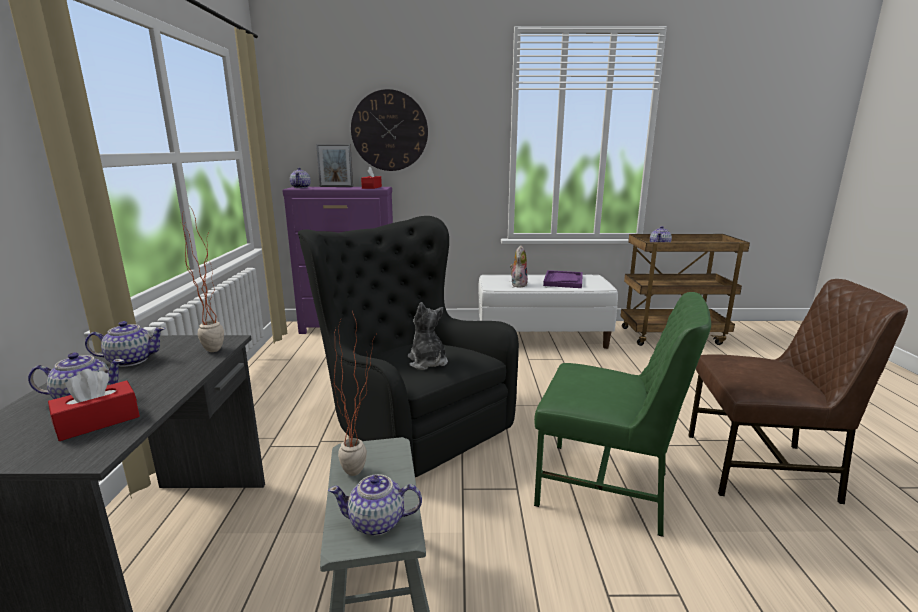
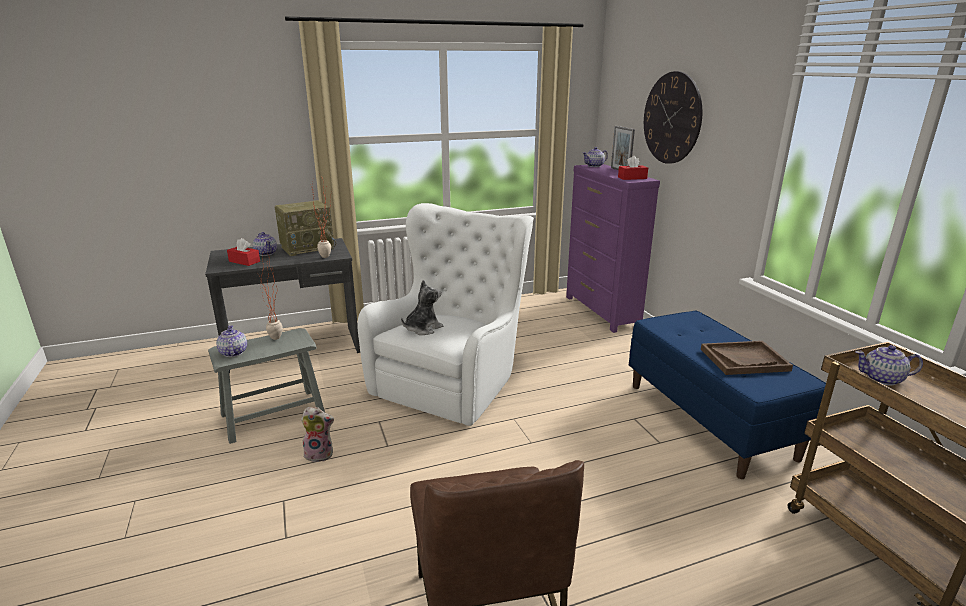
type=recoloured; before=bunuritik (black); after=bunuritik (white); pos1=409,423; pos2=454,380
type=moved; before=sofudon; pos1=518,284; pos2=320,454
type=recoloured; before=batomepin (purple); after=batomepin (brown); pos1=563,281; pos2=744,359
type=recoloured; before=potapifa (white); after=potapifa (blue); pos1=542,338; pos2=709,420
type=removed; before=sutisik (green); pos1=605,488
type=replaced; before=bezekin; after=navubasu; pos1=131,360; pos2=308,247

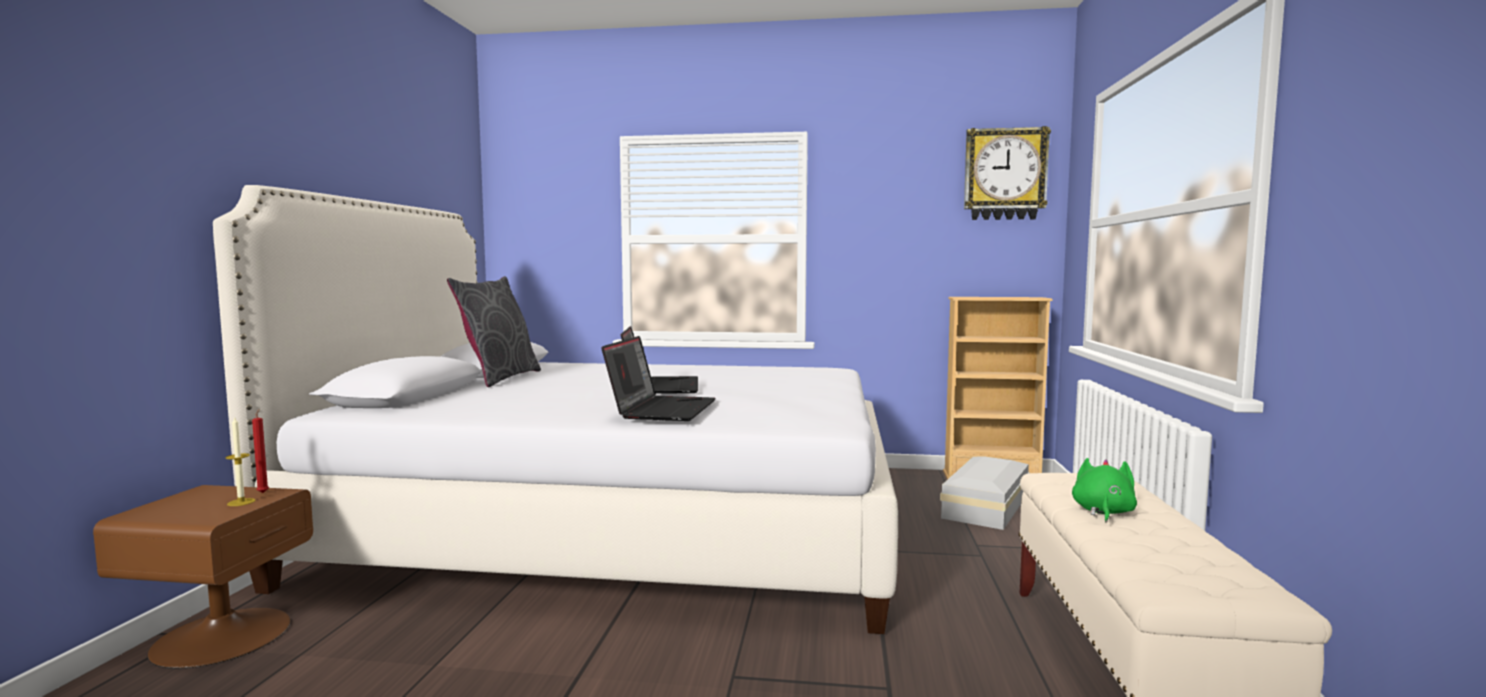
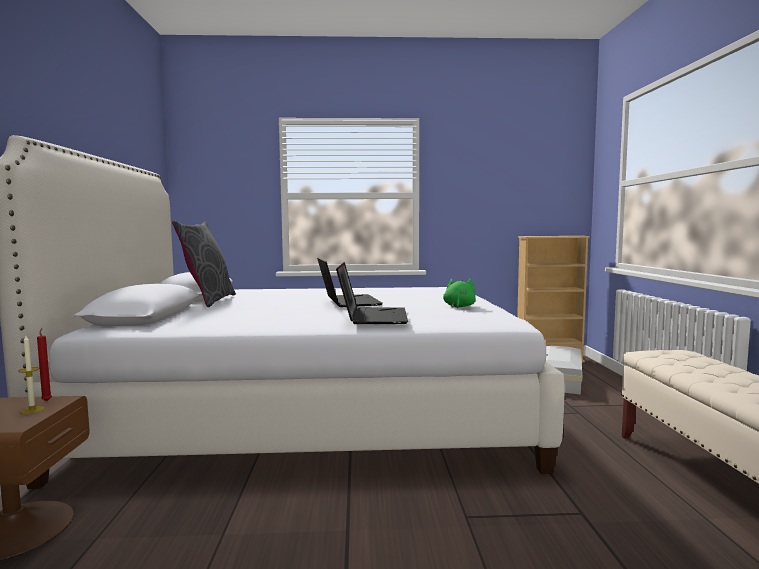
type=removed; before=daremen; pos1=1005,174
type=moved; before=sofudon (green); pos1=1102,512; pos2=459,307

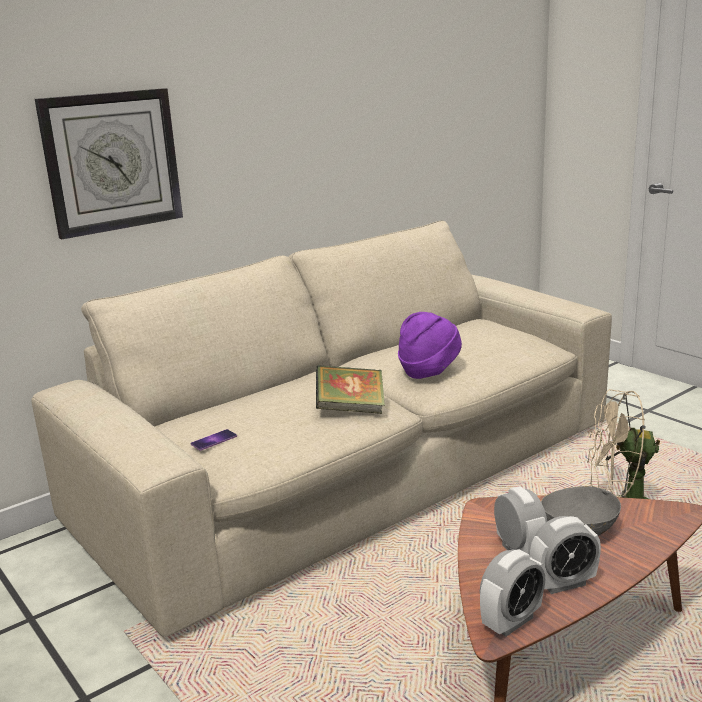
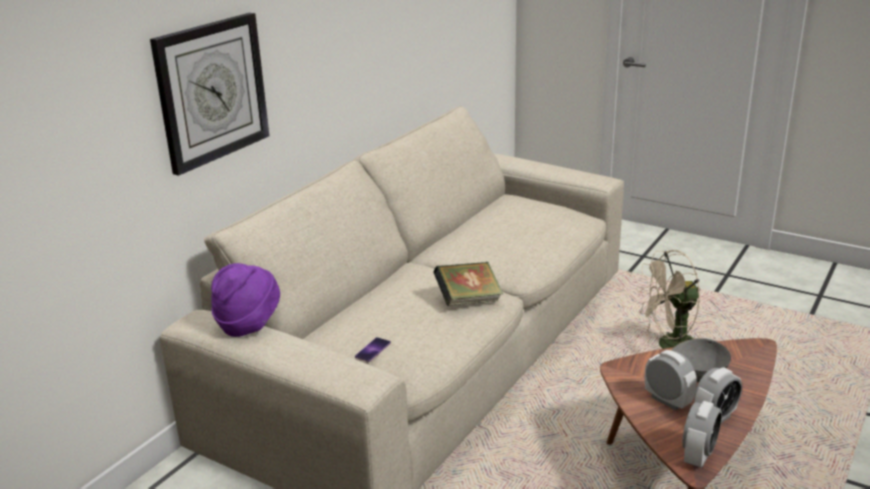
type=moved; before=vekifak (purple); pos1=429,371; pos2=248,324

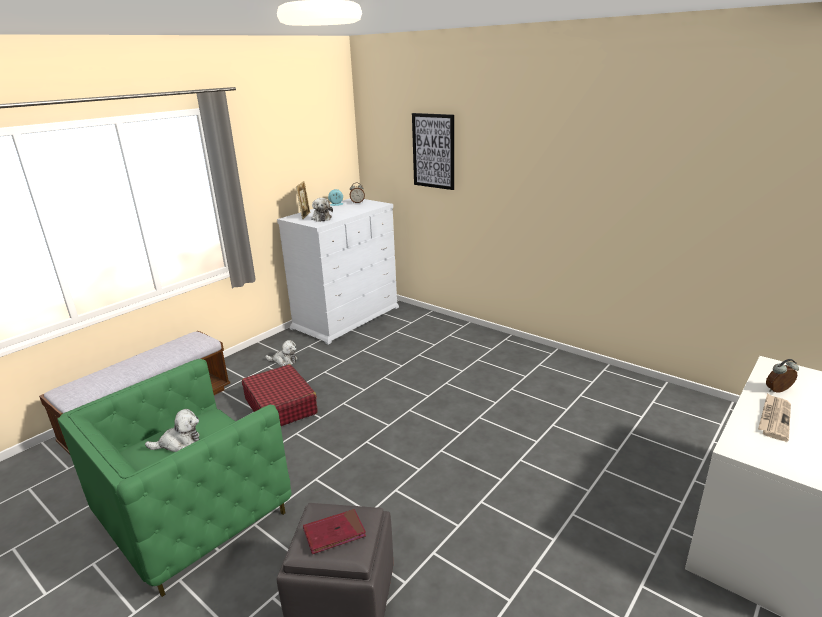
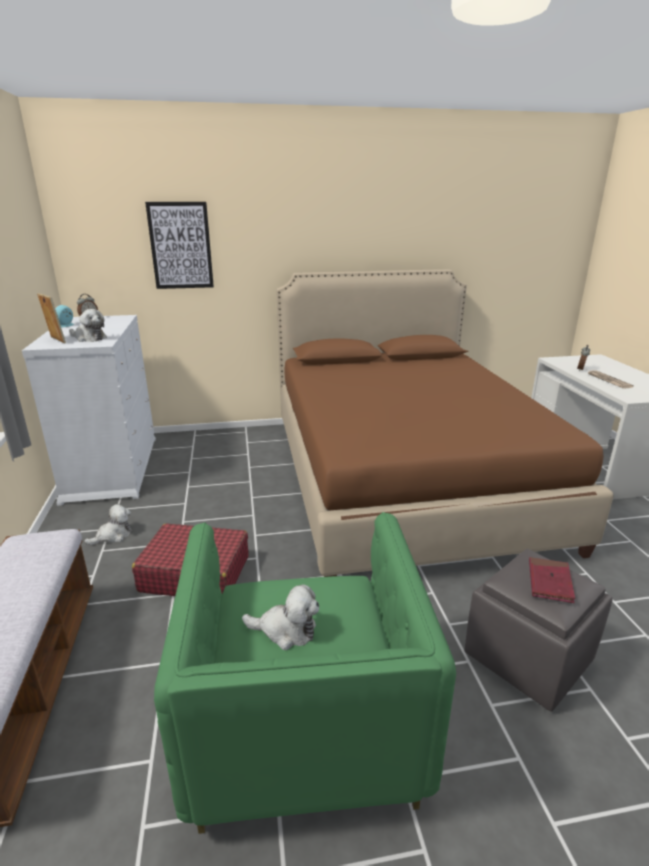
type=turned; before=sofudon; pos1=179,443; pos2=286,630; turn=75
type=added; after=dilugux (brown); pos2=403,478

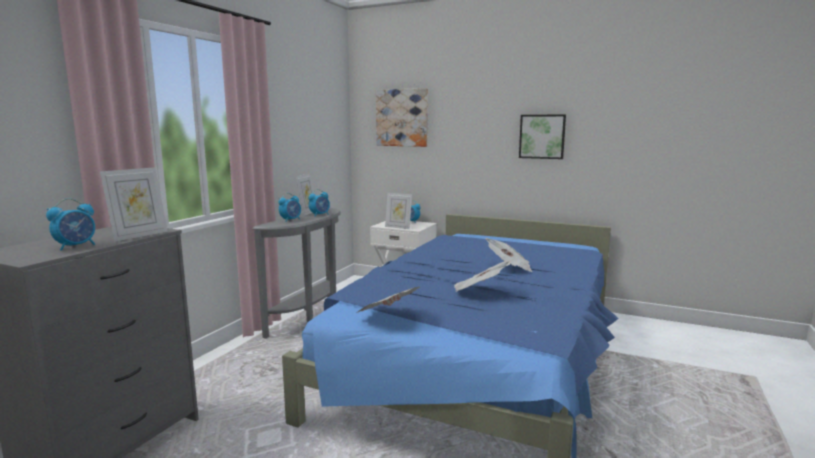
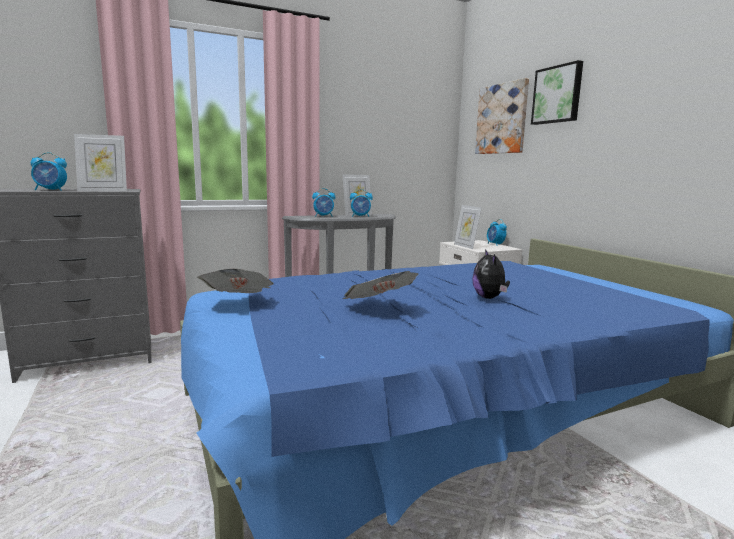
type=moved; before=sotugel; pos1=542,136; pos2=557,94
type=replaced; before=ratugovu; after=sofudon; pos1=509,267; pos2=489,298

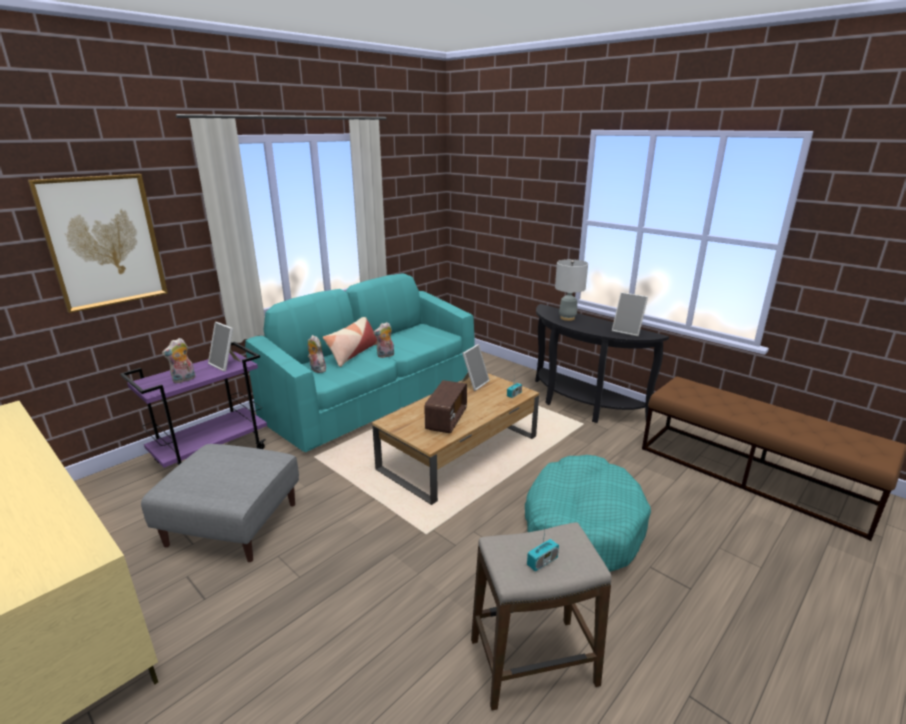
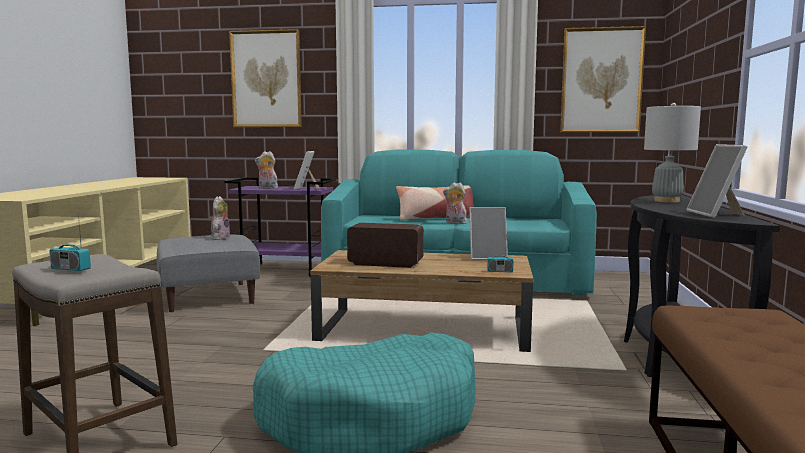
type=moved; before=sofudon; pos1=316,370; pos2=220,238
type=turned; before=navubasu; pos1=446,420; pos2=385,263; turn=-150
type=added; after=sotugel; pos2=601,80

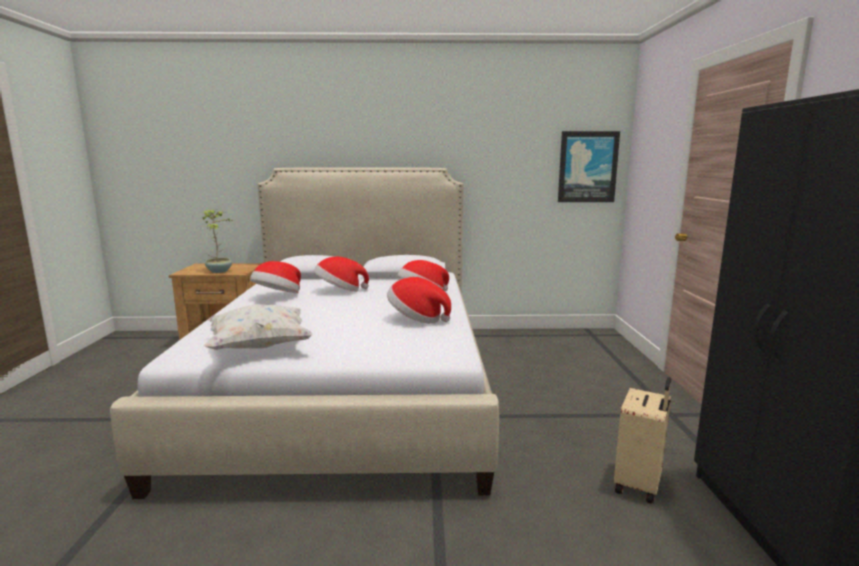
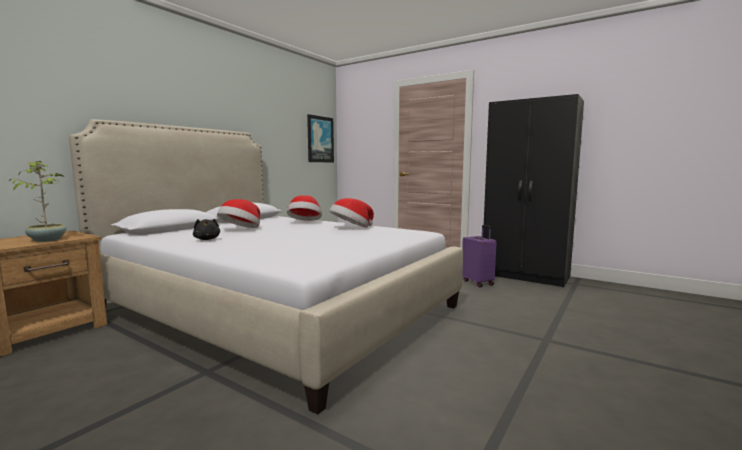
type=replaced; before=vekifak; after=sofudon (black); pos1=278,296; pos2=207,239
type=removed; before=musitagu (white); pos1=259,347
type=recoloured; before=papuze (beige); after=papuze (purple); pos1=639,485; pos2=478,283

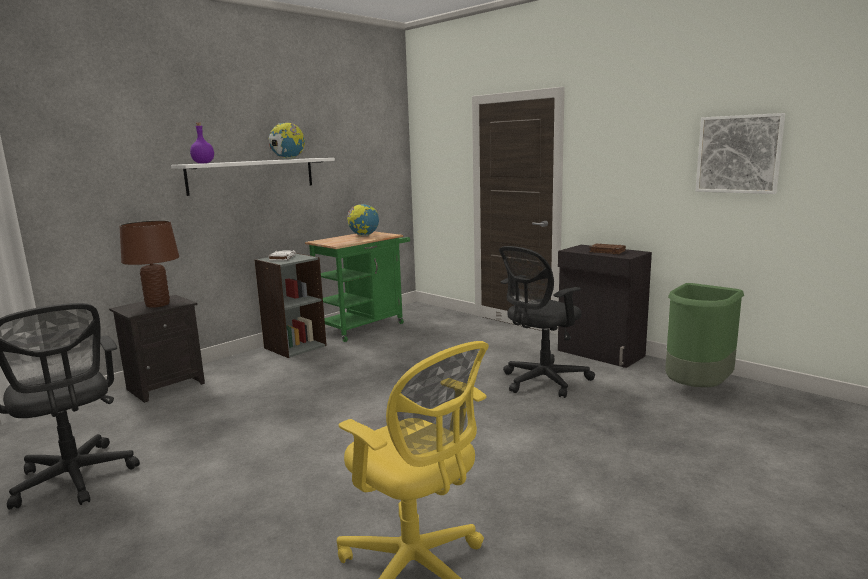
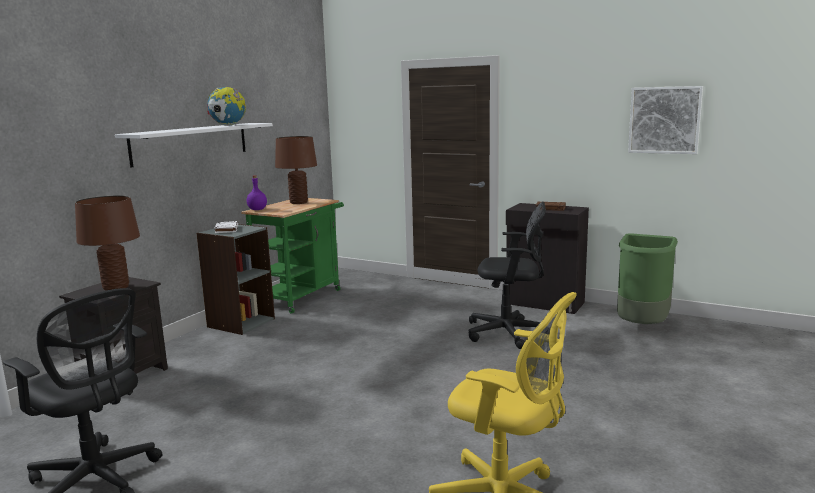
type=moved; before=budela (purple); pos1=203,163; pos2=257,209
type=replaced; before=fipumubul; after=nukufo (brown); pos1=364,236; pos2=299,202
type=turned; before=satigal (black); pos1=541,382; pos2=509,333; turn=-120

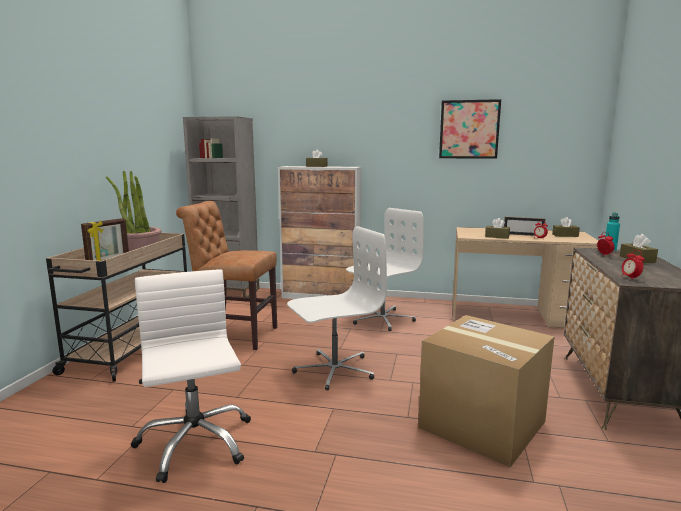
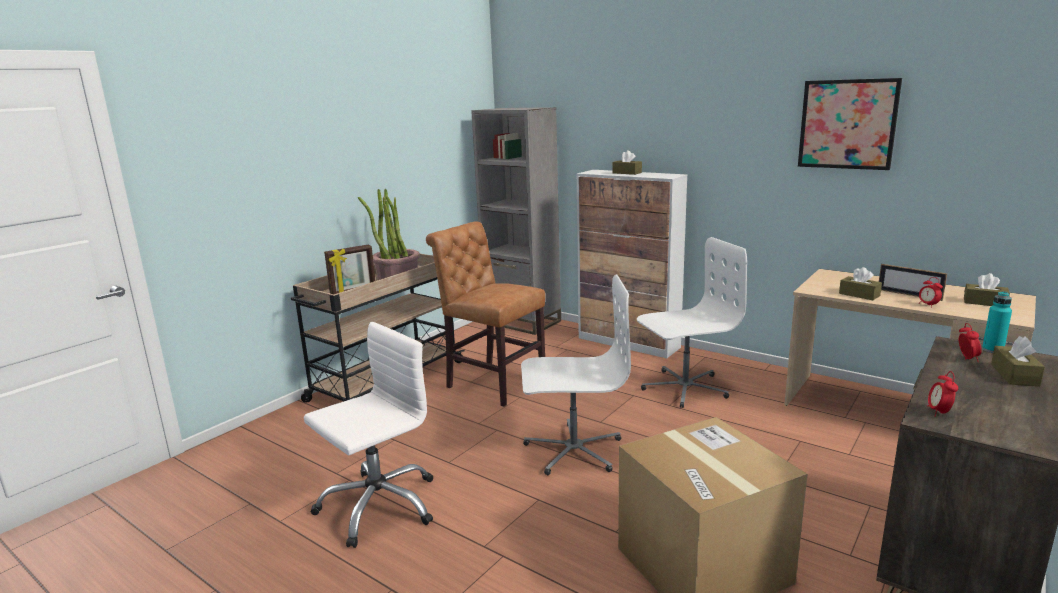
type=turned; before=satigal (white); pos1=194,442; pos2=378,505; turn=45

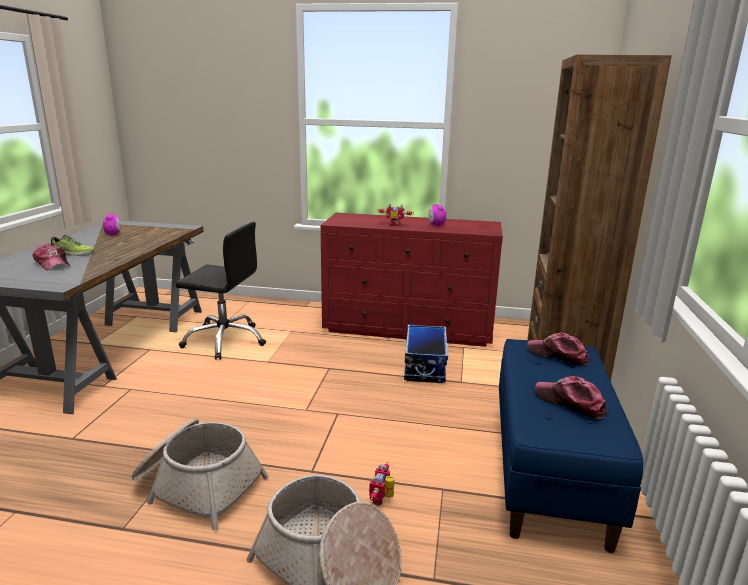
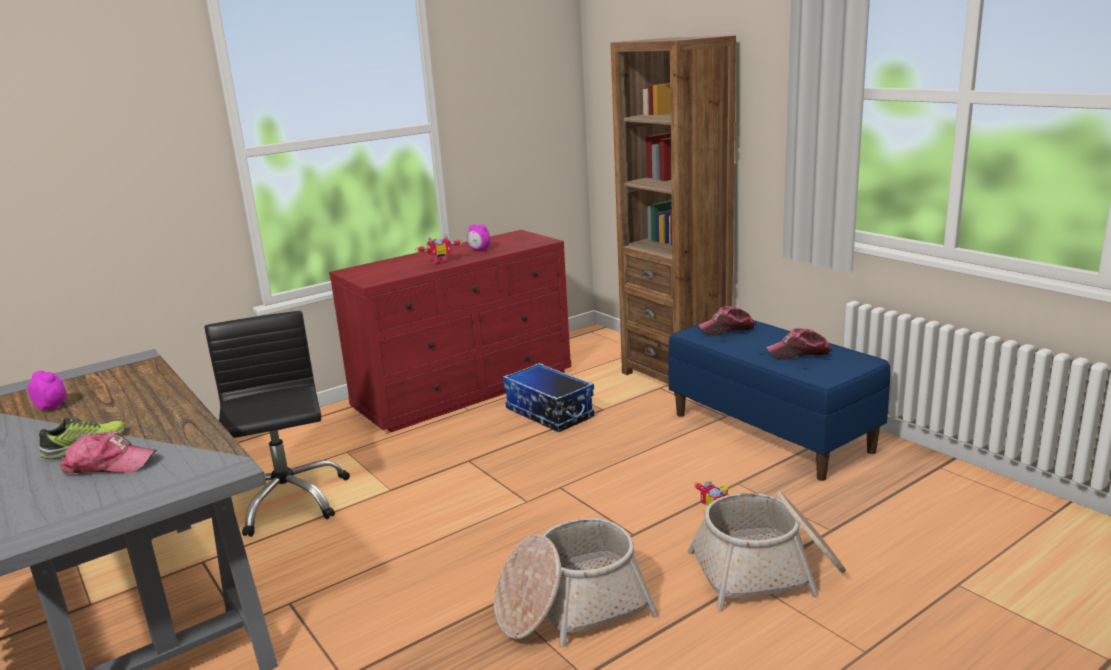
type=turned; before=satigal (black); pos1=225,340; pos2=286,500; turn=-75

